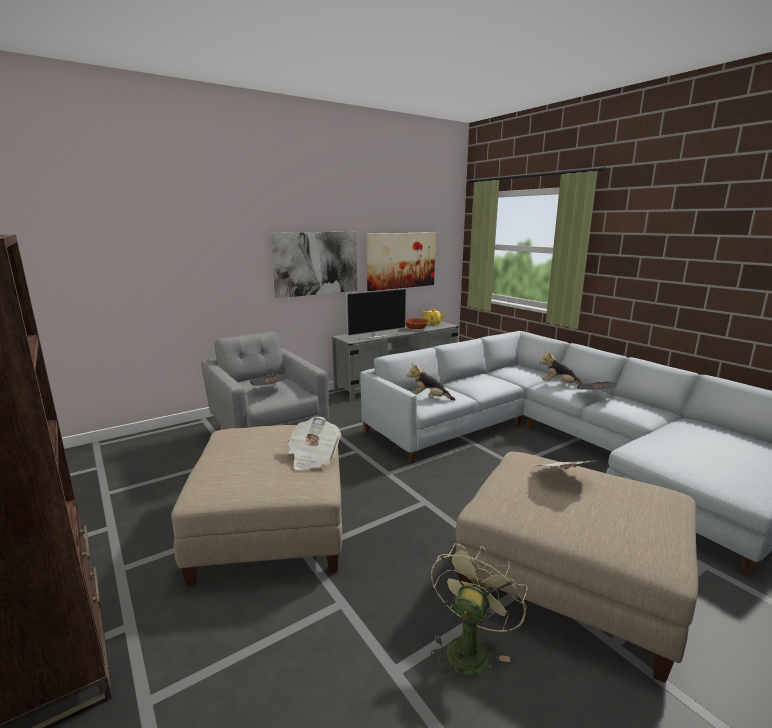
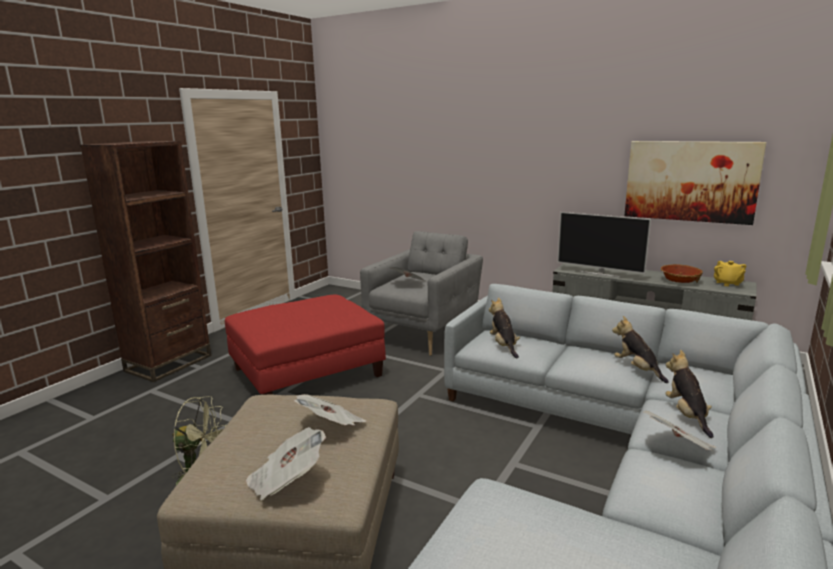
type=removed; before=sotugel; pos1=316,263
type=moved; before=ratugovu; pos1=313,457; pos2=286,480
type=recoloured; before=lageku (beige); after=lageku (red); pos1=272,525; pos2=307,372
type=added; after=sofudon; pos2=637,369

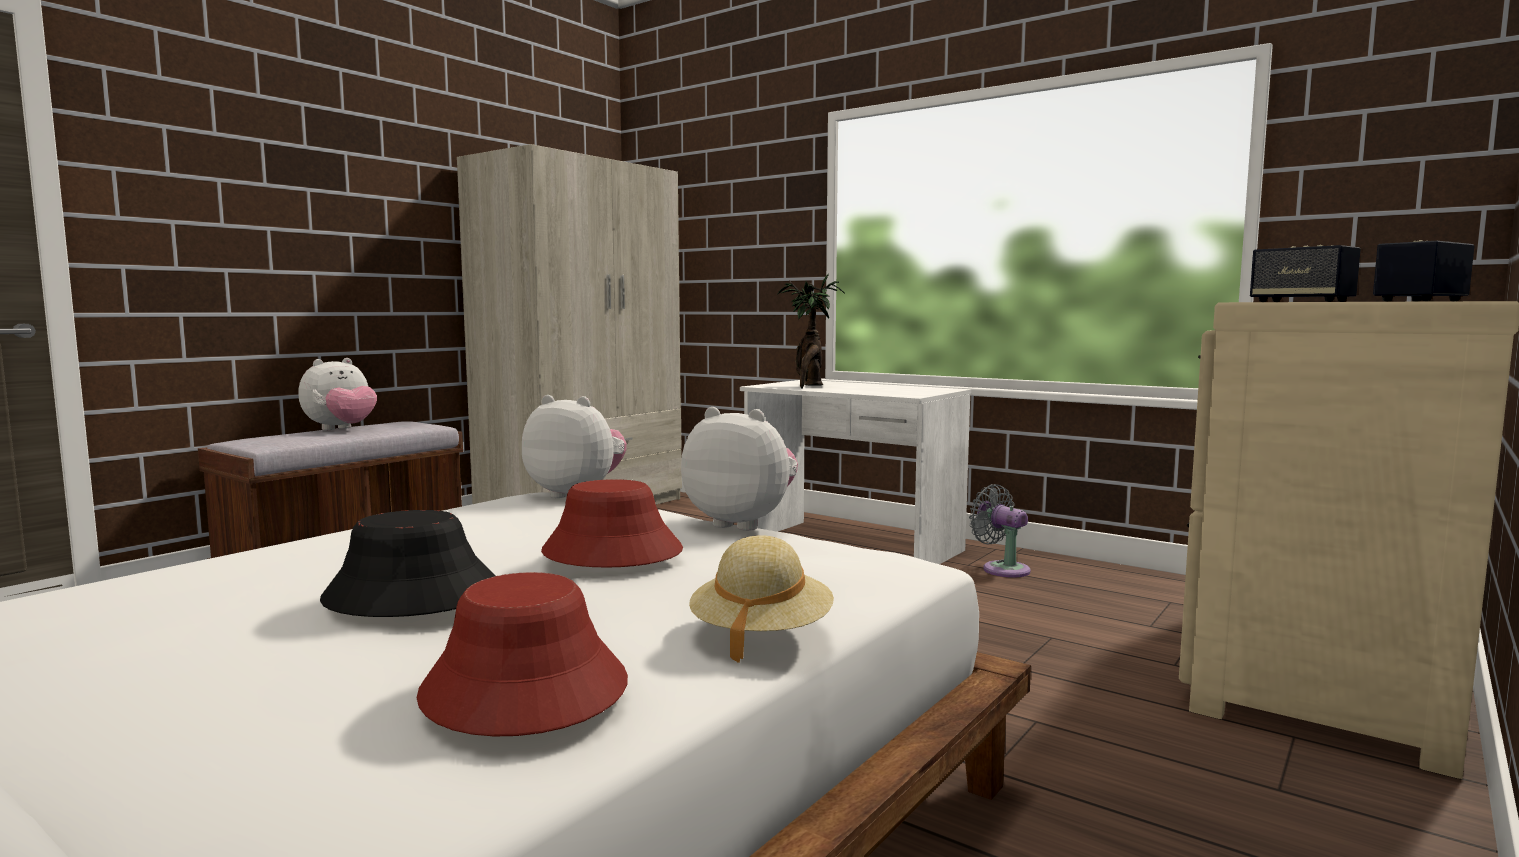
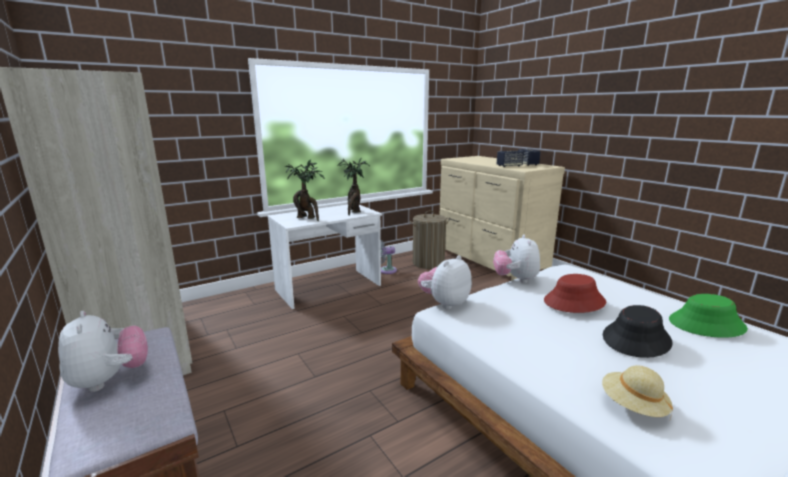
type=turned; before=sofudon; pos1=742,523; pos2=515,279; turn=-45
type=moved; before=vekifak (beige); pos1=761,634; pos2=633,406
type=recoloured; before=vekifak (red); after=vekifak (green); pos1=523,689; pos2=706,324
type=added; after=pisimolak; pos2=354,212
type=added; after=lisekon; pos2=428,263

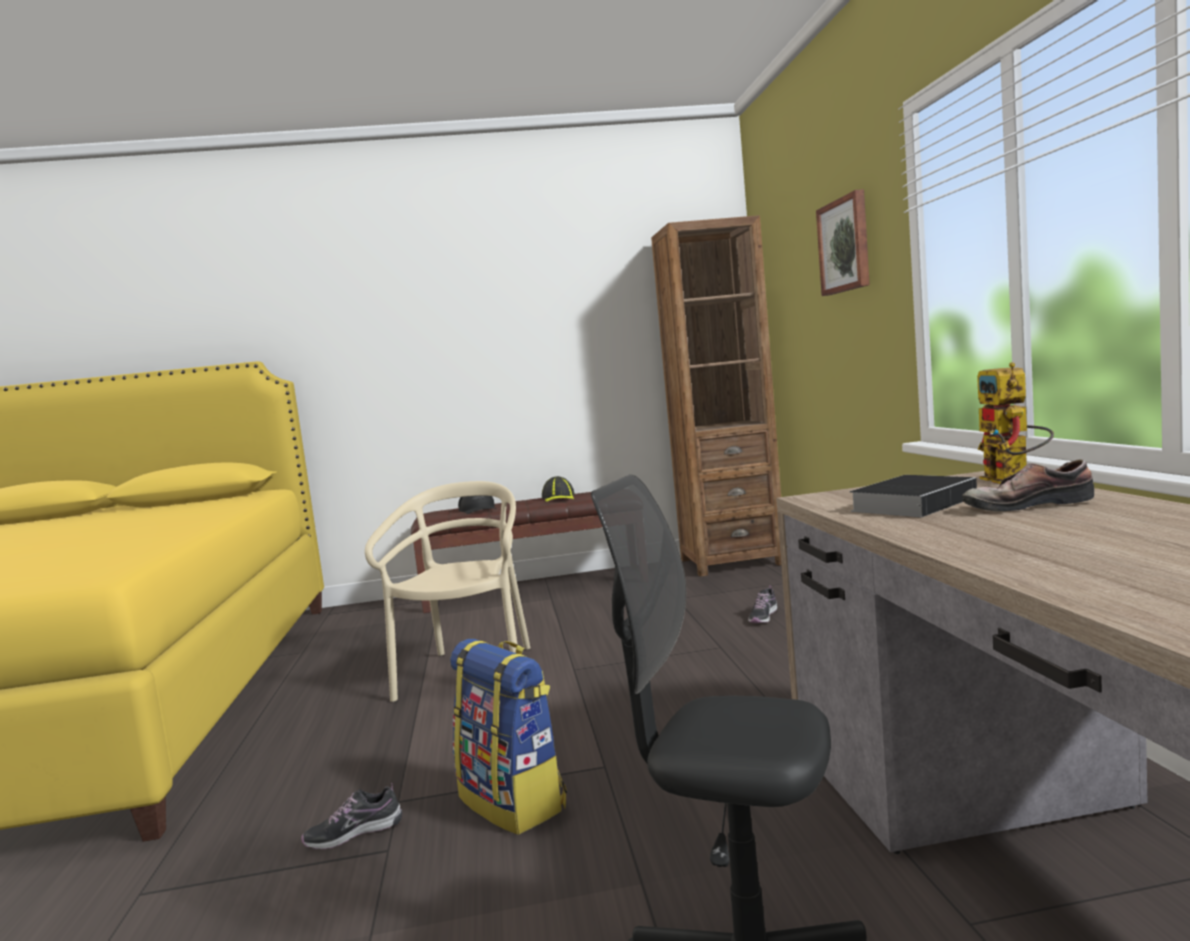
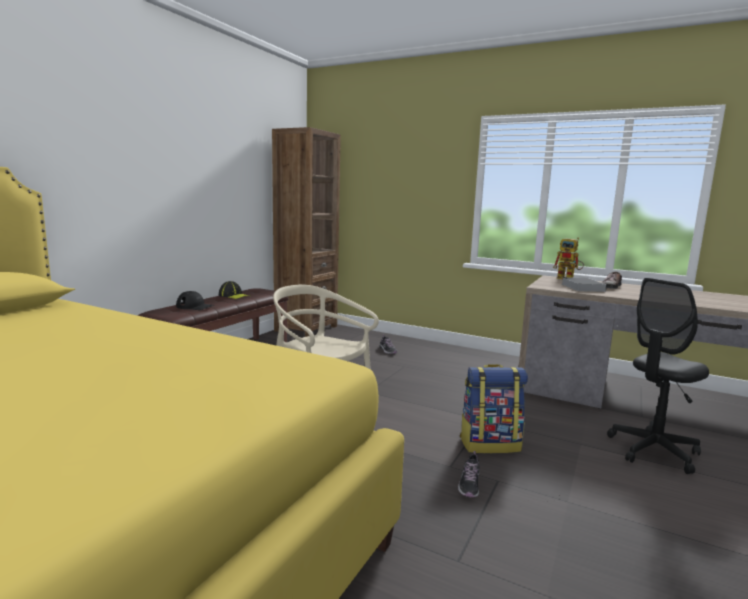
type=removed; before=sotugel; pos1=845,245

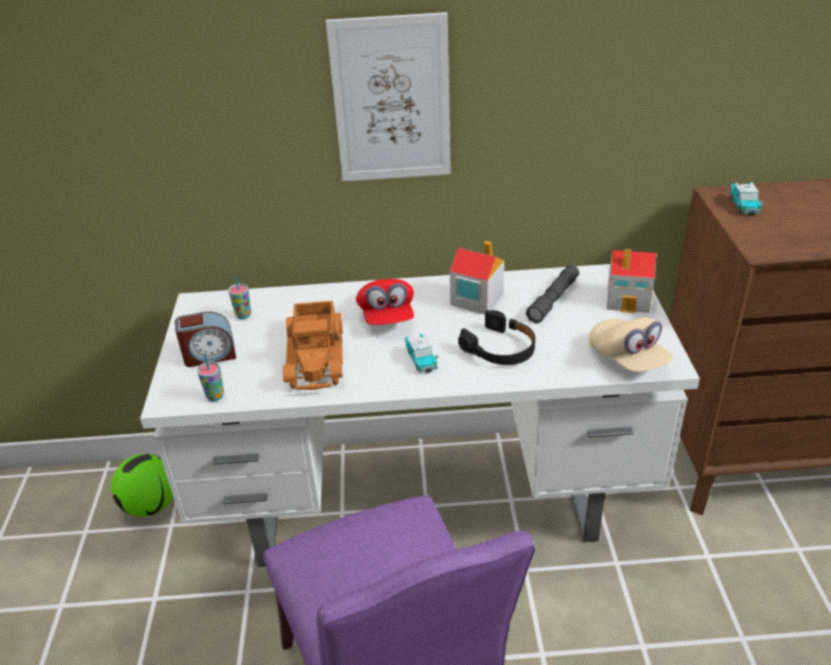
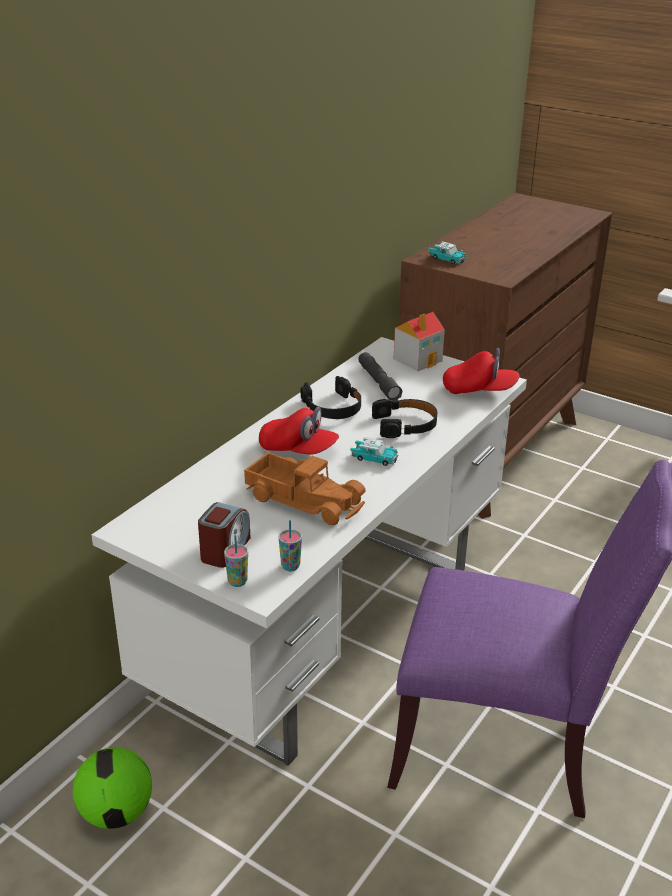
type=removed; before=sotugel; pos1=391,100
type=replaced; before=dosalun; after=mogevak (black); pos1=476,299; pos2=333,407
type=moved; before=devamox; pos1=243,315; pos2=237,582
type=recoloured; before=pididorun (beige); after=pididorun (red); pos1=628,359; pos2=479,390

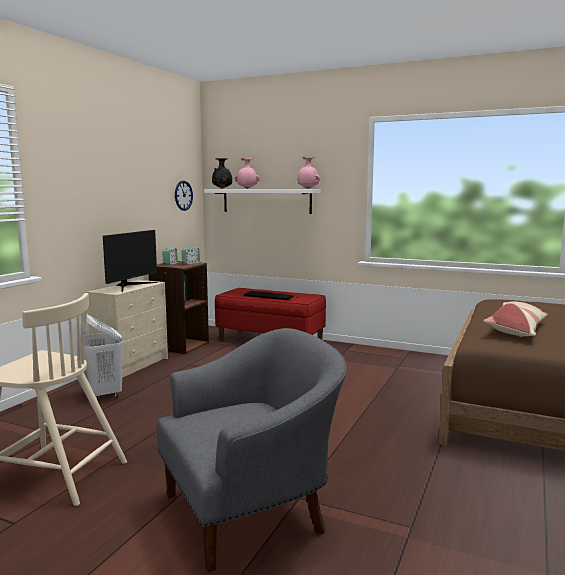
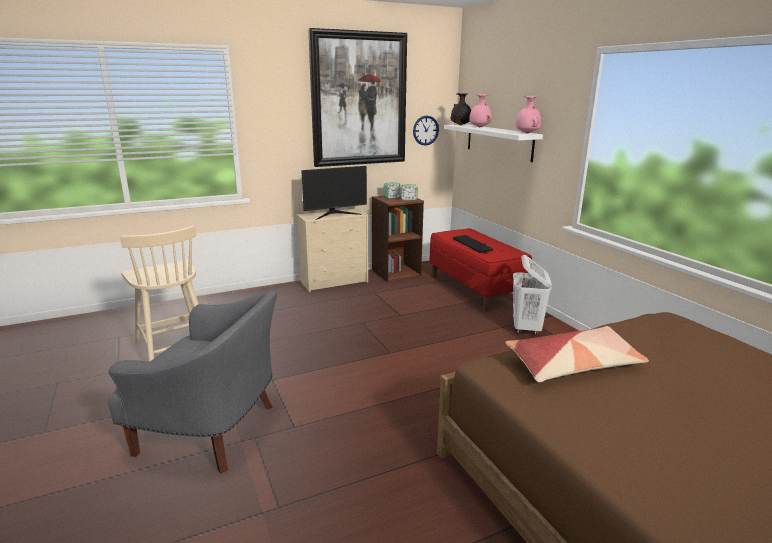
type=moved; before=lisekon (white); pos1=104,394; pos2=526,328
type=added; after=sotugel; pos2=359,100

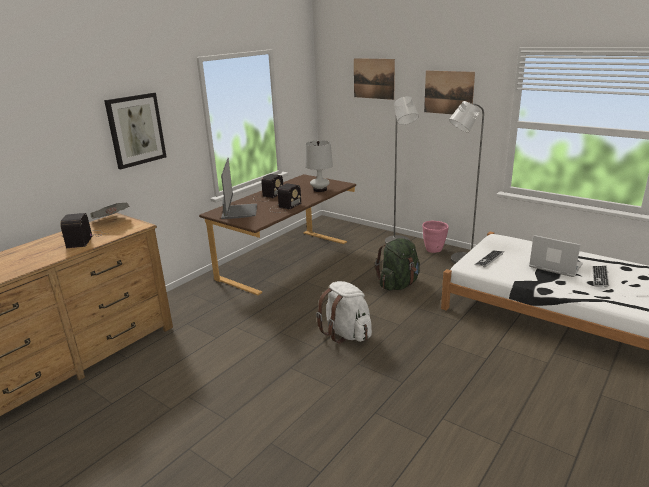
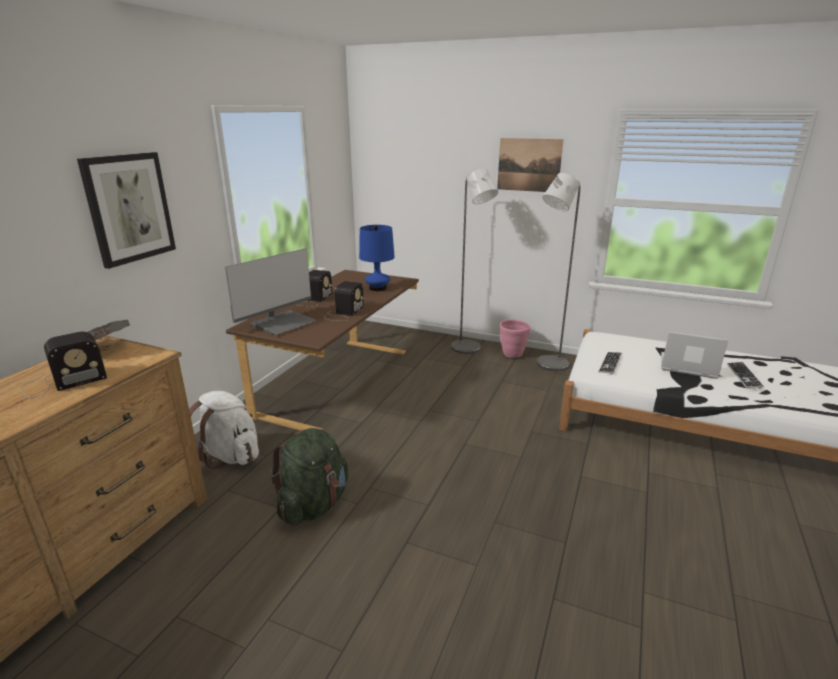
type=removed; before=sotugel; pos1=373,78
type=recoloured; before=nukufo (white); after=nukufo (blue); pos1=320,189; pos2=378,288
type=turned; before=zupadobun; pos1=238,212; pos2=282,323; turn=60
type=turned; before=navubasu; pos1=84,238; pos2=61,382; turn=-105
type=moved; before=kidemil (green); pos1=398,285; pos2=314,505
type=moved; before=kidemil (white); pos1=346,333; pos2=230,456

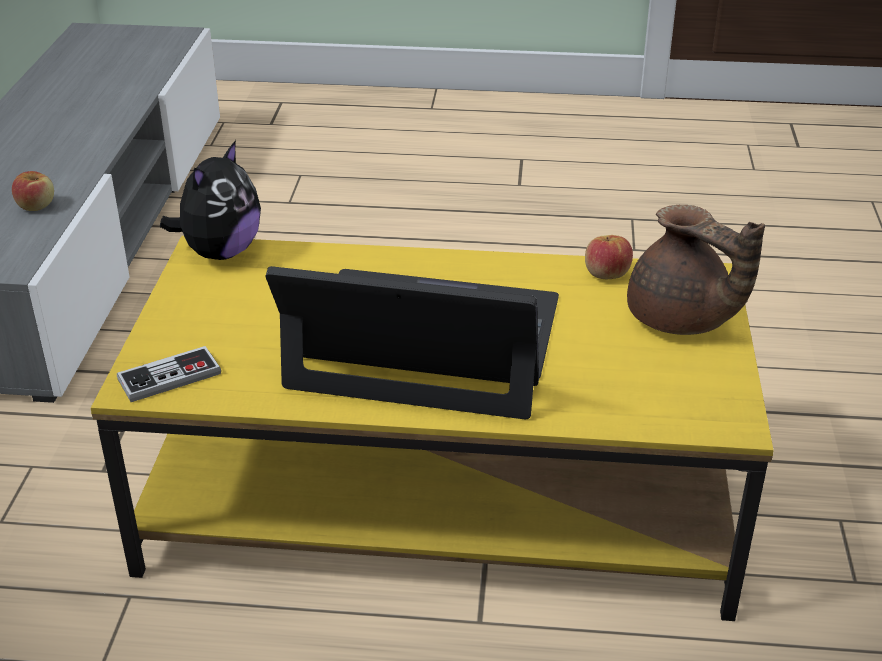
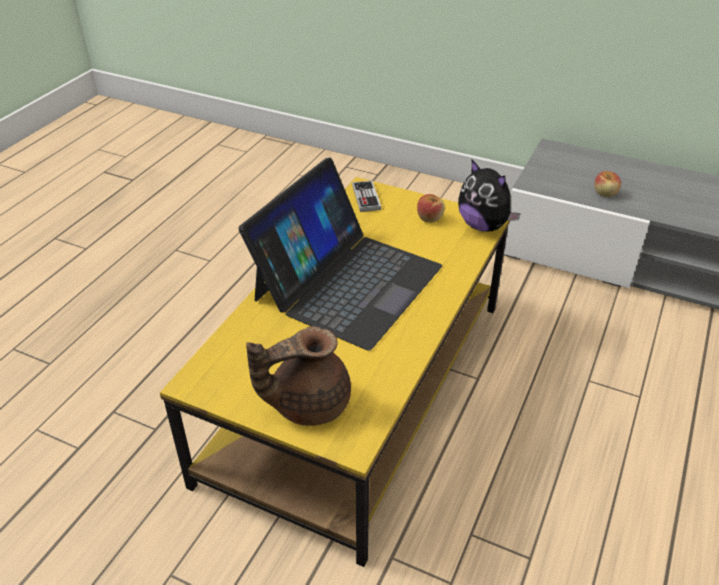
type=moved; before=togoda; pos1=606,273; pos2=429,218

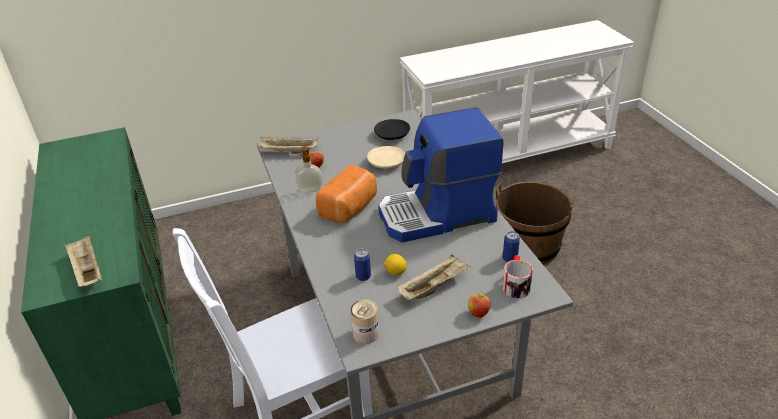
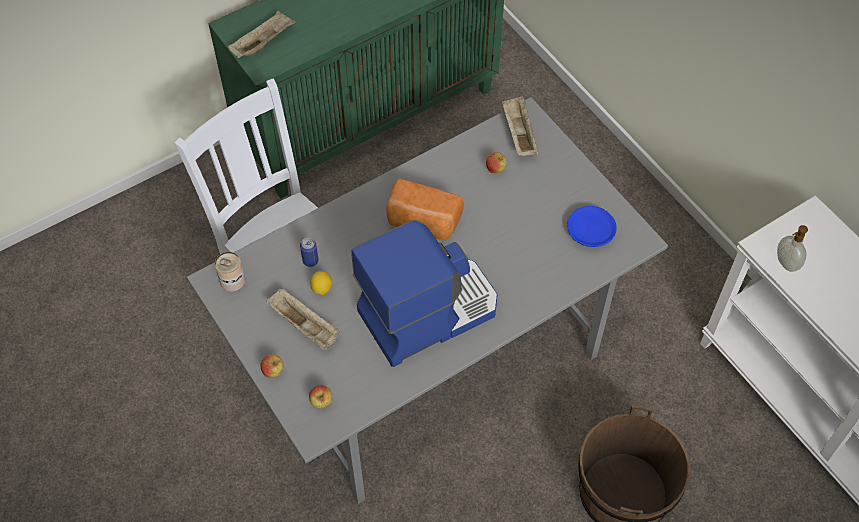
type=turned; before=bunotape; pos1=437,215; pos2=427,311; turn=90
type=recoloured; before=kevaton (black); after=kevaton (blue); pos1=391,135; pos2=590,231
type=removed; before=kevaton (beige); pos1=386,162
type=moved; before=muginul; pos1=310,190; pos2=785,263
type=removed; before=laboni; pos1=510,259
type=replaced; before=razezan; after=togoda; pos1=516,284; pos2=321,402

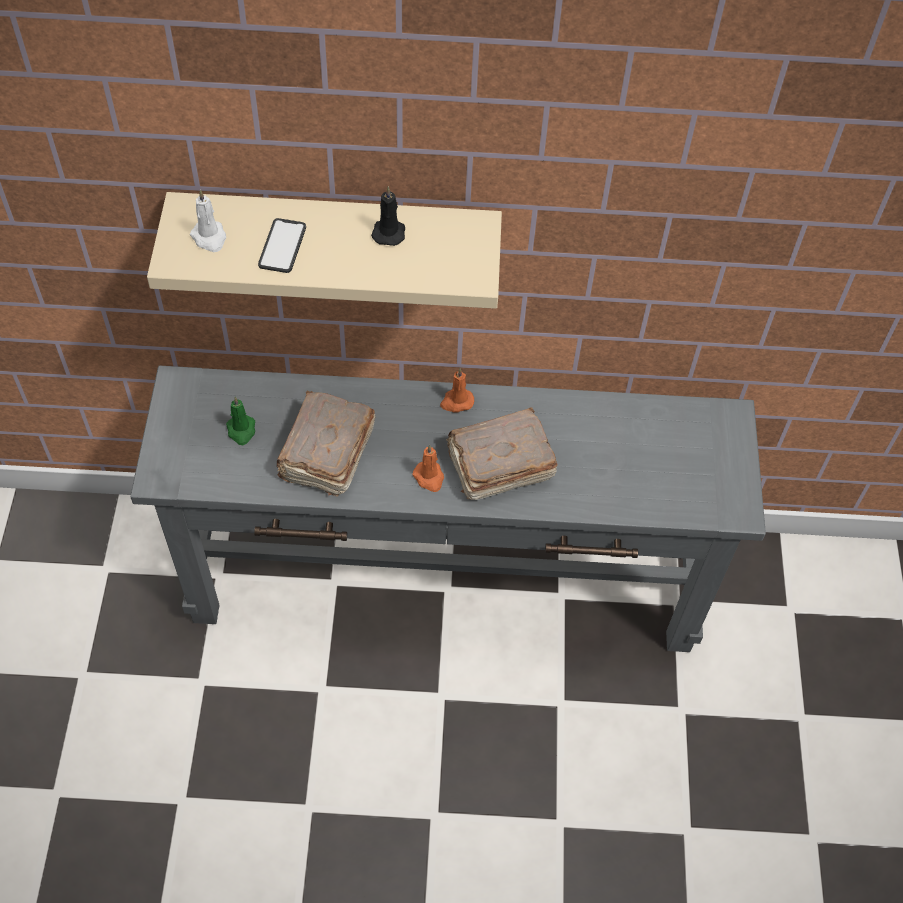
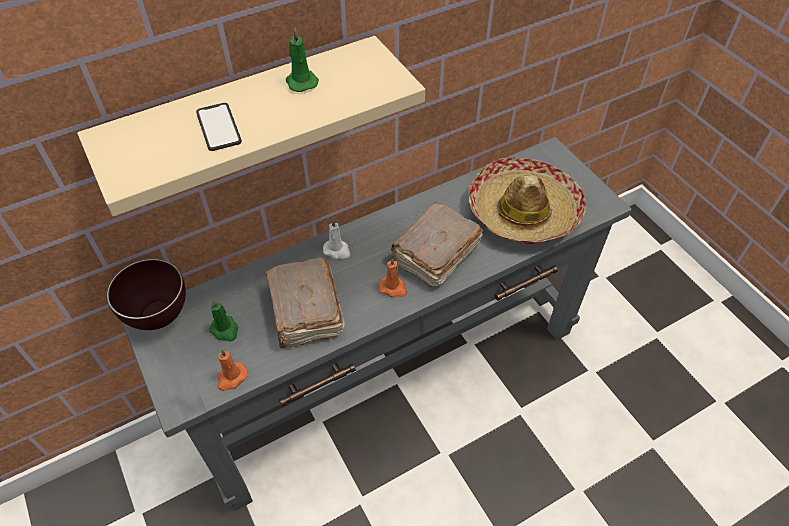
type=recoloured; before=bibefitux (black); after=bibefitux (green); pos1=389,232; pos2=301,81
type=moved; before=bibefitux (white); pos1=209,238; pos2=337,250
type=moved; before=bibefitux (orange); pos1=456,402; pos2=231,378
type=added; after=vekifak; pos2=523,211
type=added; after=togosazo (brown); pos2=158,317

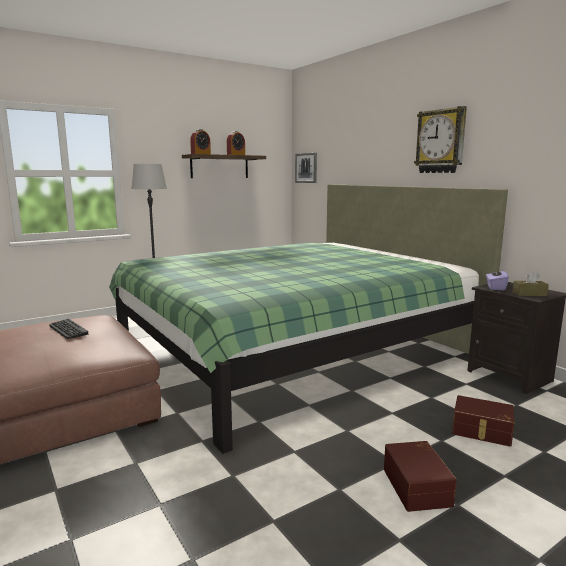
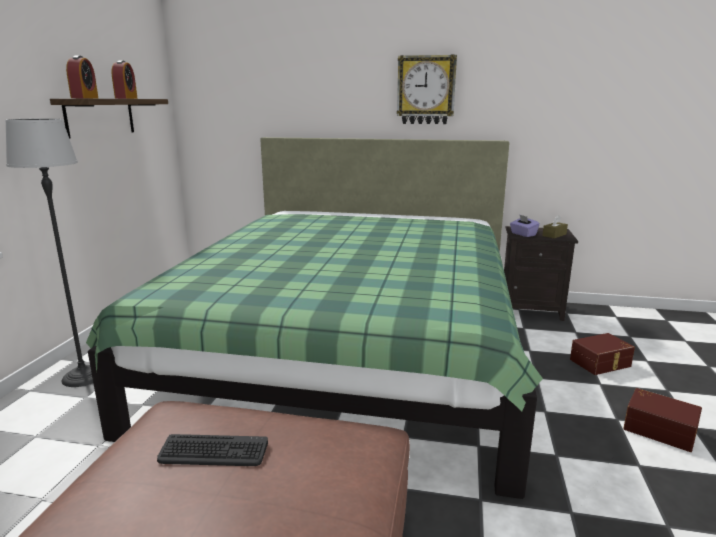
type=removed; before=sotugel; pos1=306,168

